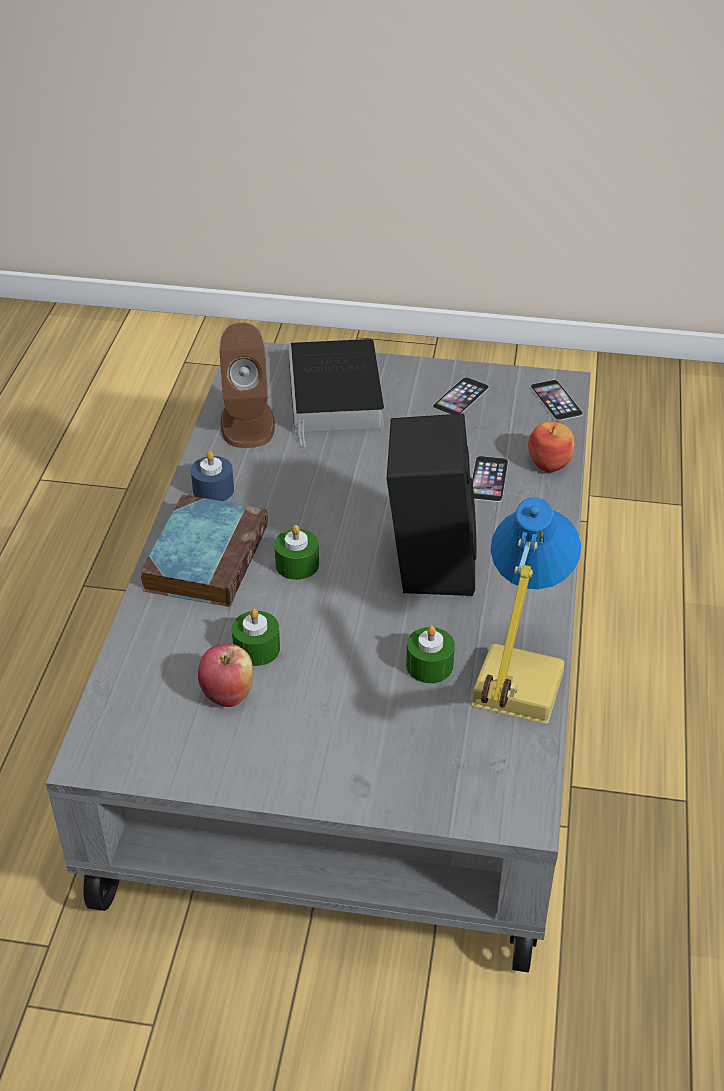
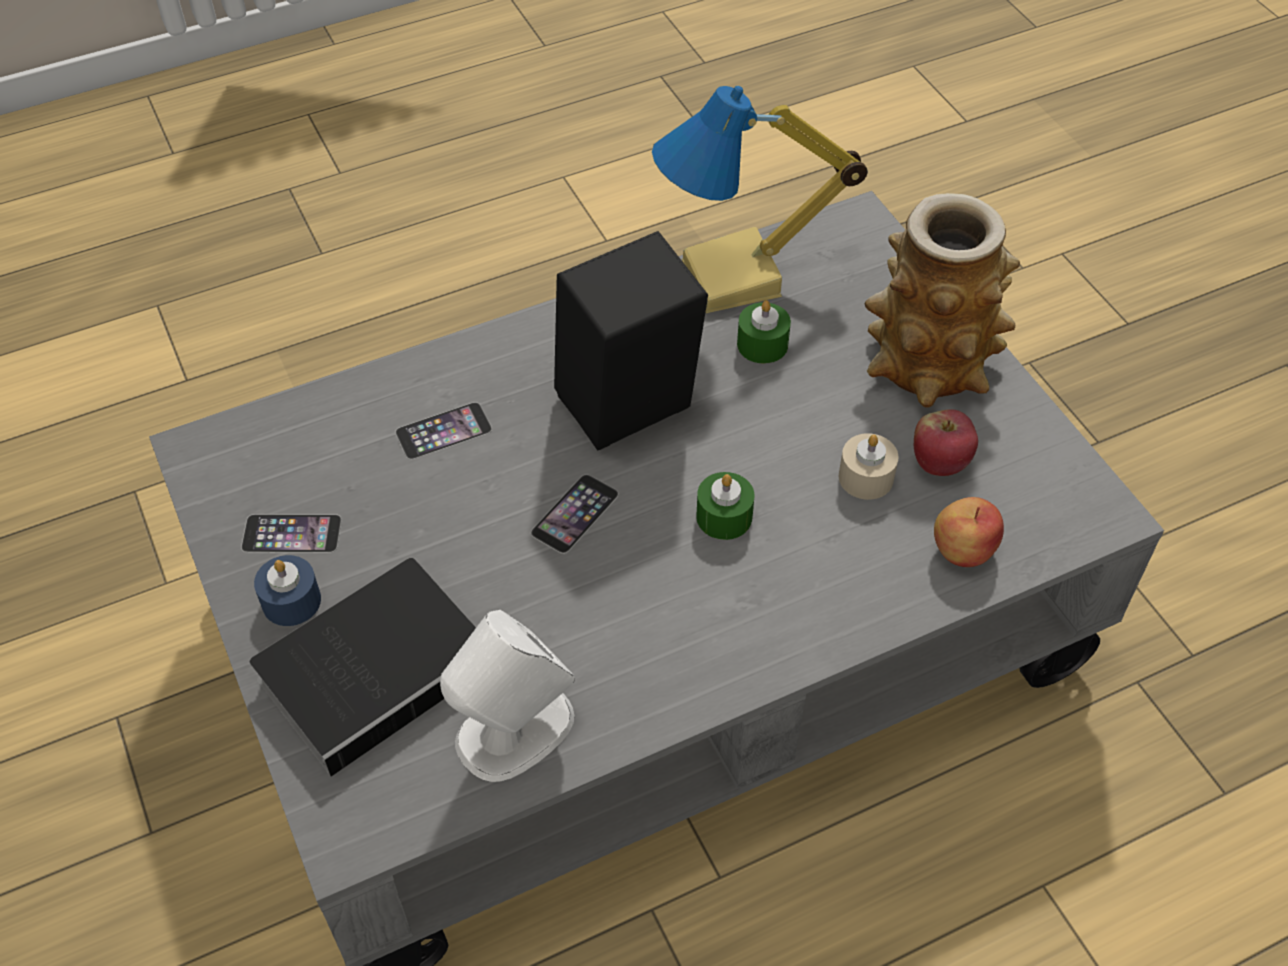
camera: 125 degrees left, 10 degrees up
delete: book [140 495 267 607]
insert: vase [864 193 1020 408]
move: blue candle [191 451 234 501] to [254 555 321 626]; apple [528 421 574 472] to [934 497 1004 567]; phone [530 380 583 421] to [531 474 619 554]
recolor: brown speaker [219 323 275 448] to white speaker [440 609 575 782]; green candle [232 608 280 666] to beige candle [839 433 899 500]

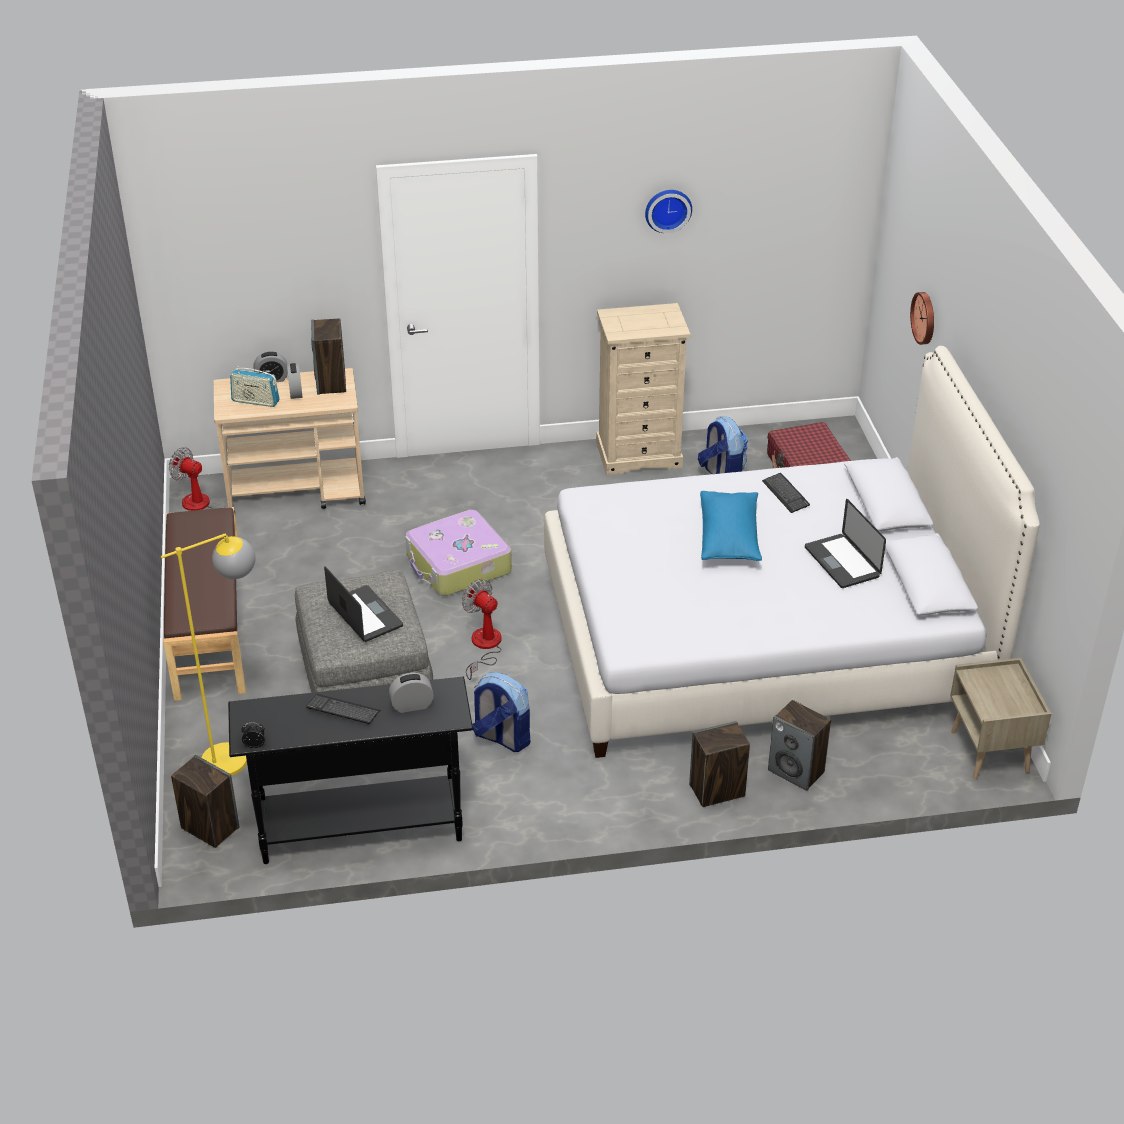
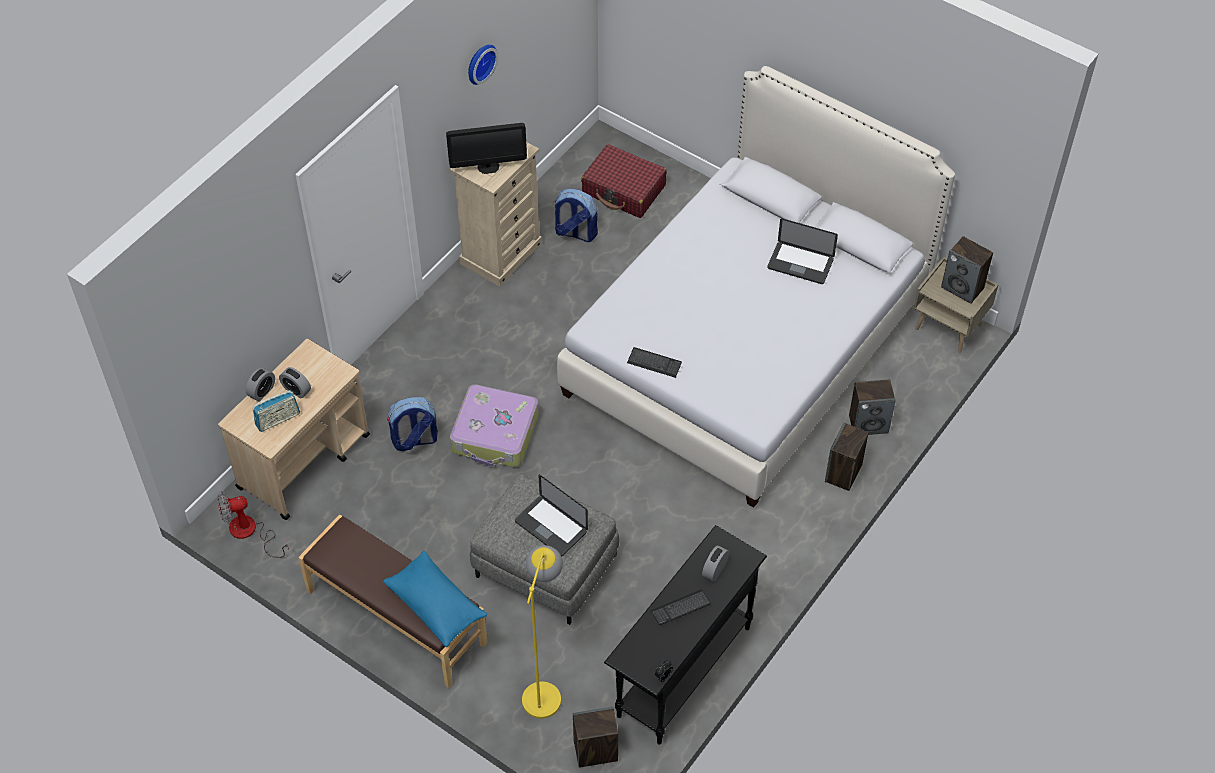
camera: 45 degrees left, 15 degrees up
delete: fan [462 579 502 680]; wall clock [910 292 934 345]
insert: monitor [446 123 527 174]
move: speaker [311 318 346 395] to [941 236 993 304]; backpack [472 672 530 752] to [387 397 438 451]; blue pillow [700 491 762 561] to [383 551 488 648]; keyboard [762 473 810 513] to [627 347 682 378]
rotate: laptop [324 566 403 642] = [515 474 588 556] 150 degrees counterclockwise

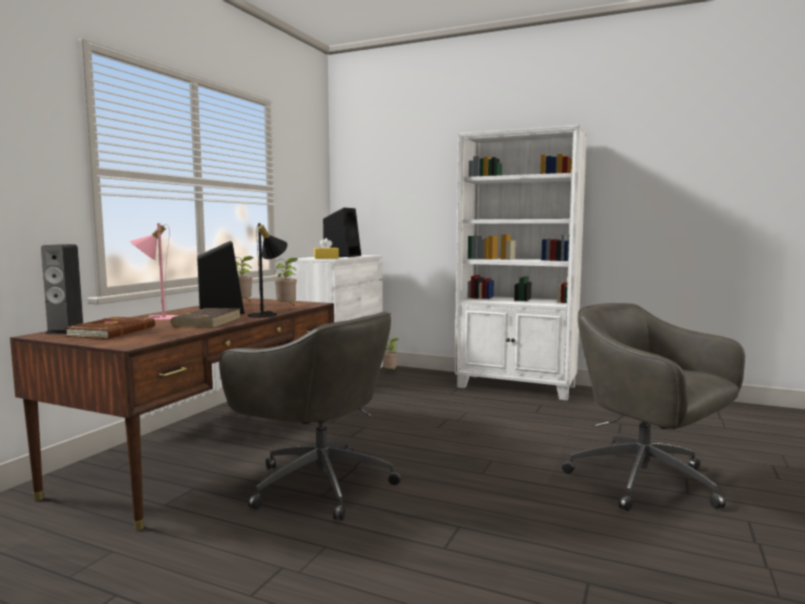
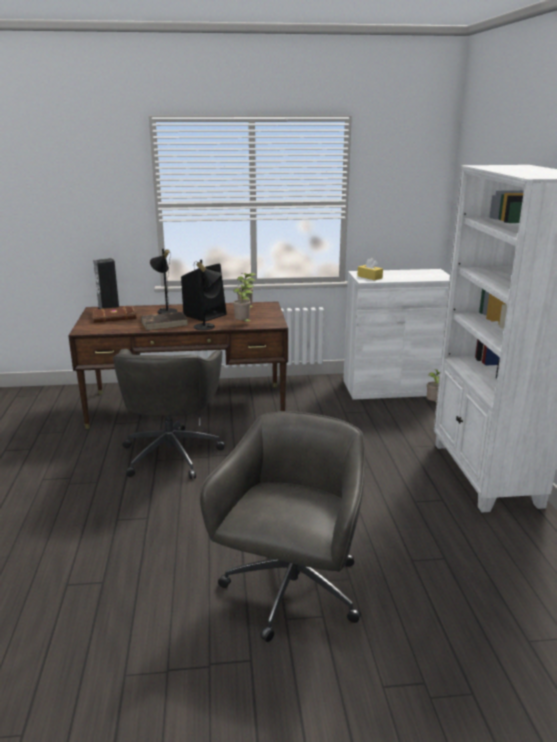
camera: 60 degrees right, 15 degrees up
delete: black speaker [323 208 361 257]
recolor: pink table lamp [129 223 178 321] to black table lamp [150 249 177 314]

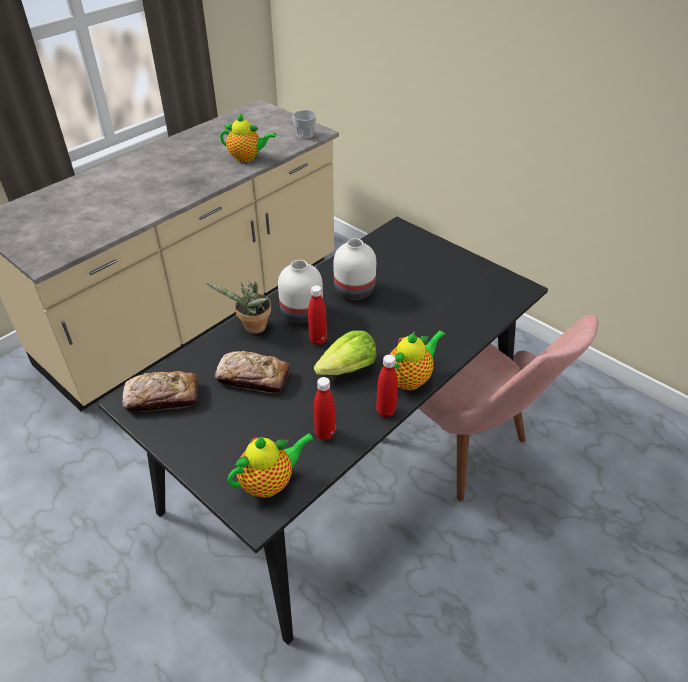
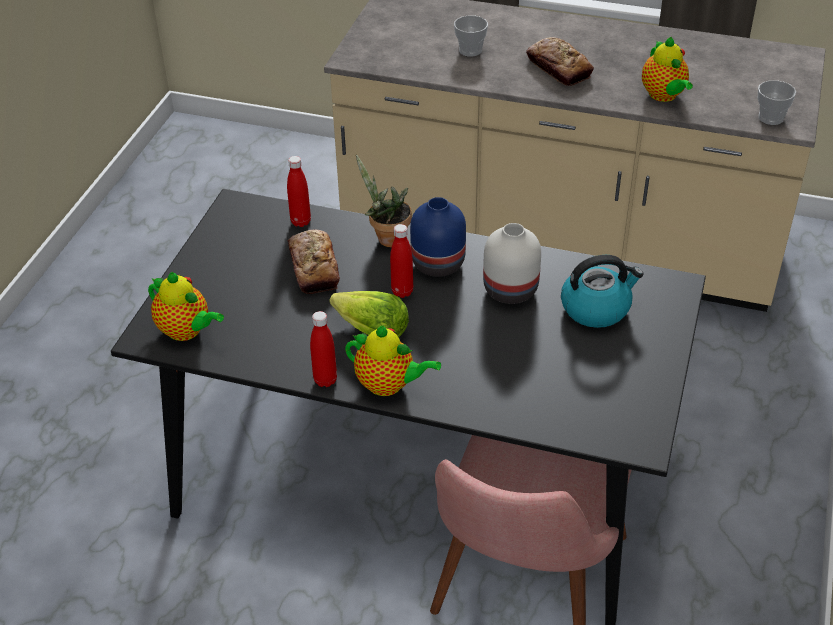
camera: 65 degrees right, 0 degrees up
insert: cup [454 15 488 57]; kettle [561 255 643 328]
move: bread [122 371 198 412] to [526 37 594 86]; red bottle [314 377 335 440] to [287 156 311 227]
recolor: white vase [278 260 323 324] to blue vase [410 197 466 277]

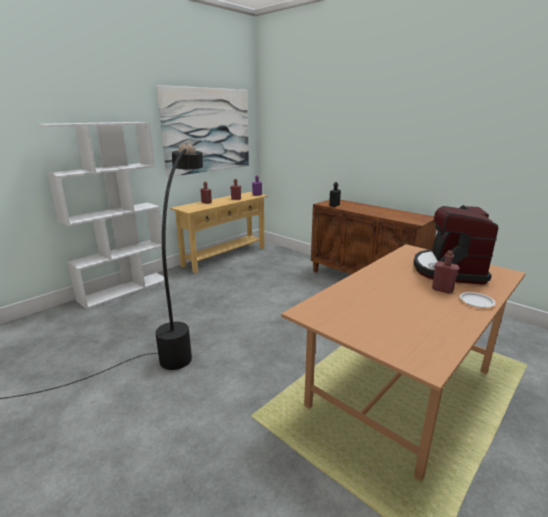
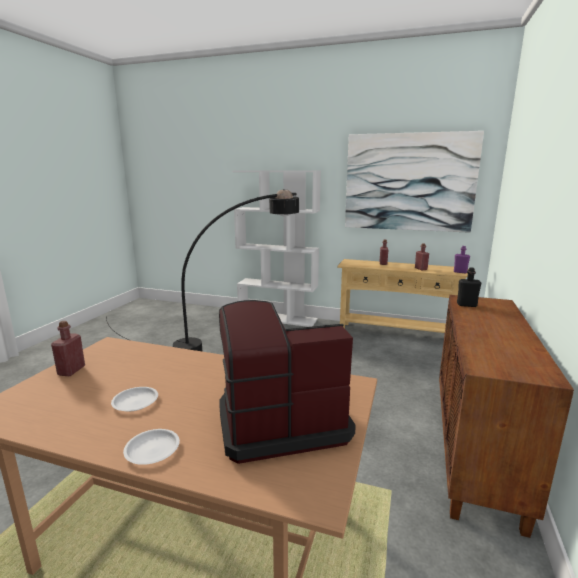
camera: 65 degrees right, 5 degrees down
insert: white plate [111 387 158 411]
move: red bottle [432 251 459 294] to [51 321 85 376]

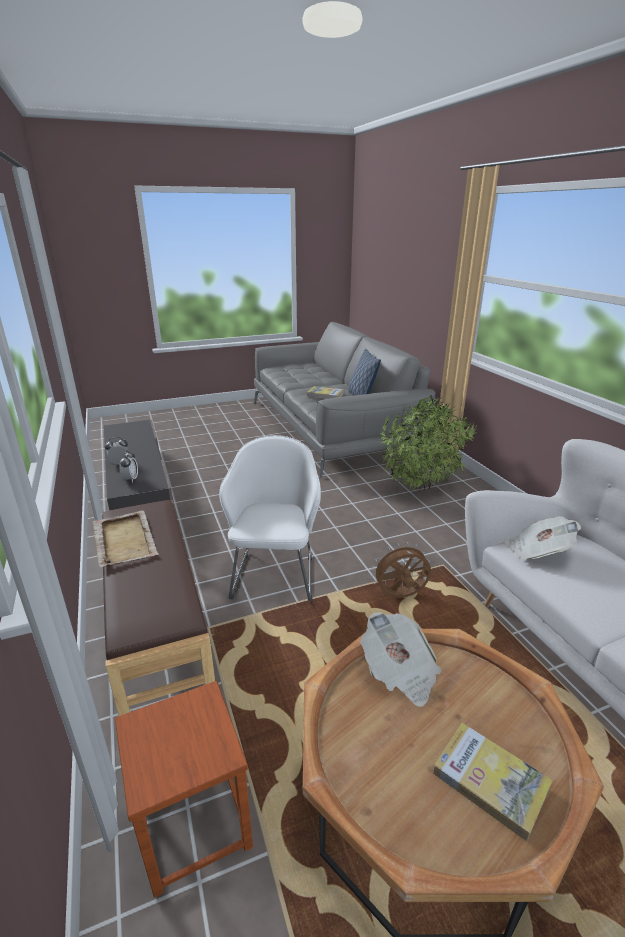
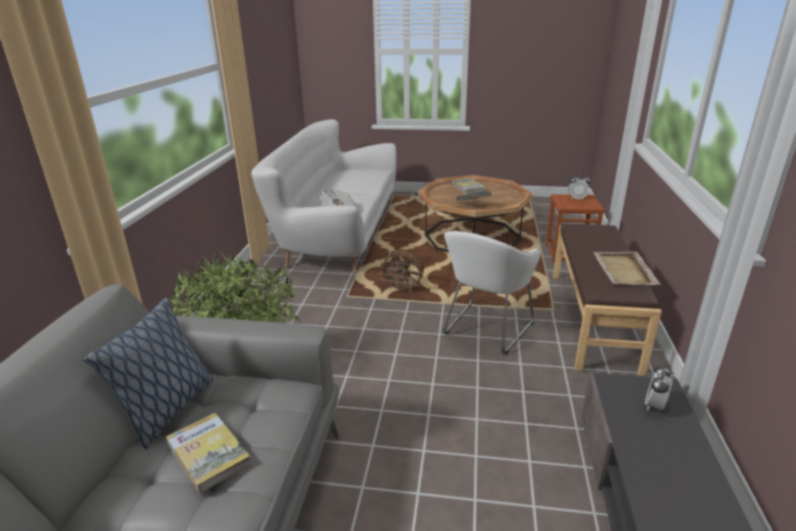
camera: 150 degrees left, 0 degrees up
move: alarm clock [105 437 128 465] to [568 173 590 200]

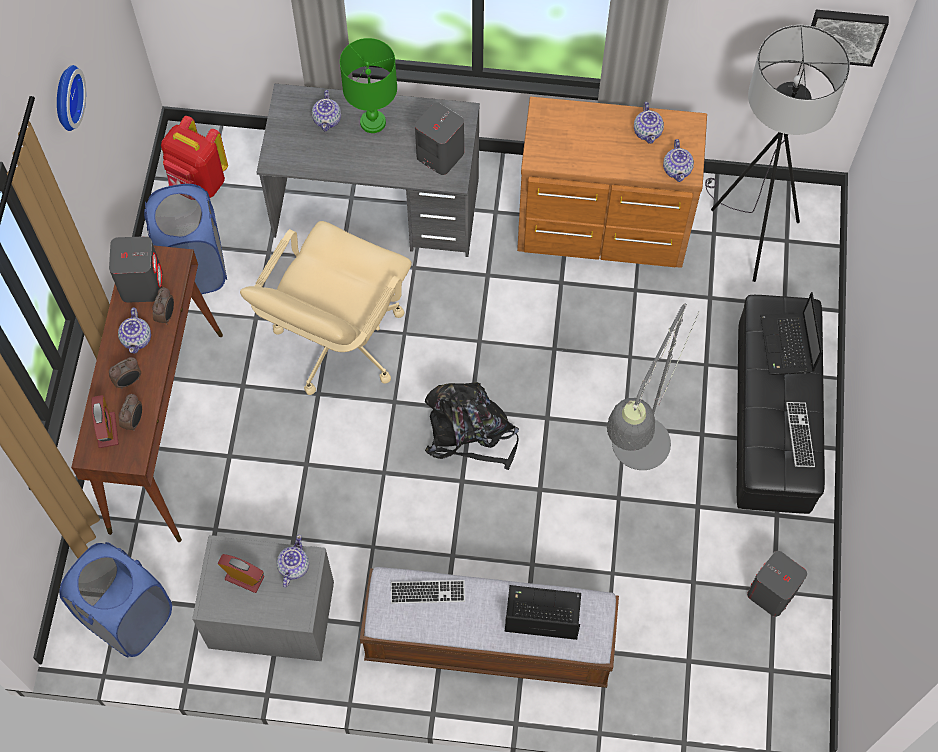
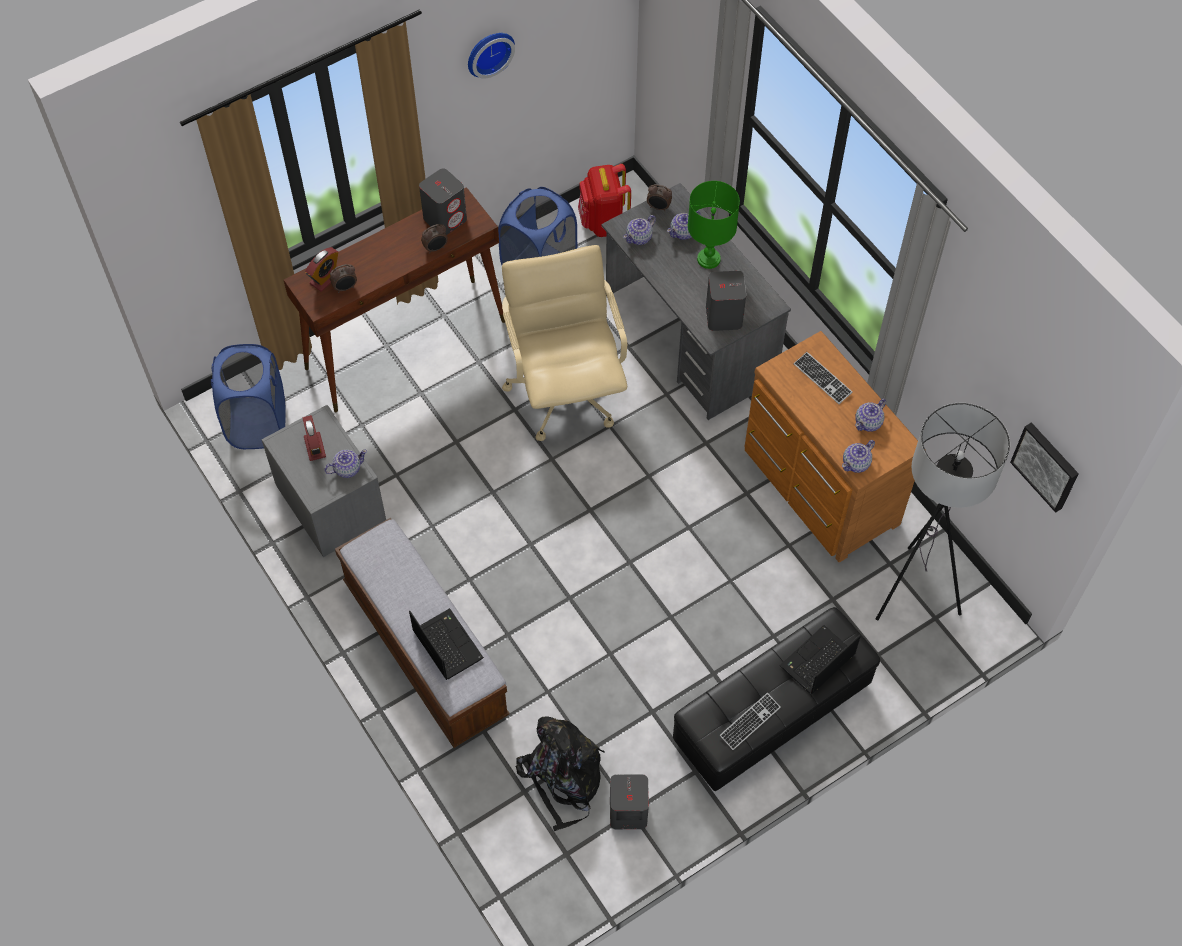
camera: 50 degrees right, 5 degrees down
delete: grey floor lamp [607 304 699 470]
move: alarm clock [109 357 141 389] to [647 184 672 211]; teapot [118 307 151 354] to [623 215 656 245]; keyboard [391 580 465 604] to [794 352 852 404]; black backpack [425 382 519 470] to [516 716 605 831]
rotate: beige office chair [240 221 412 395] = [502 245 627 441] 90 degrees clockwise

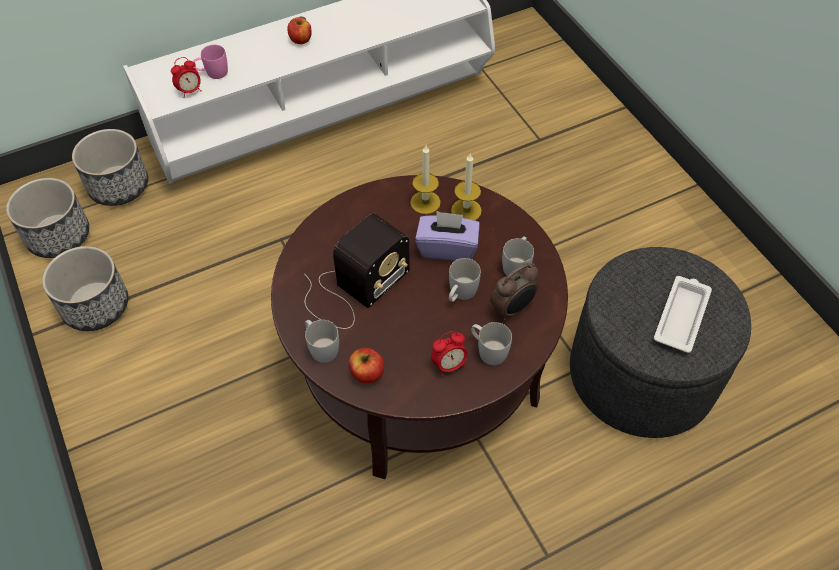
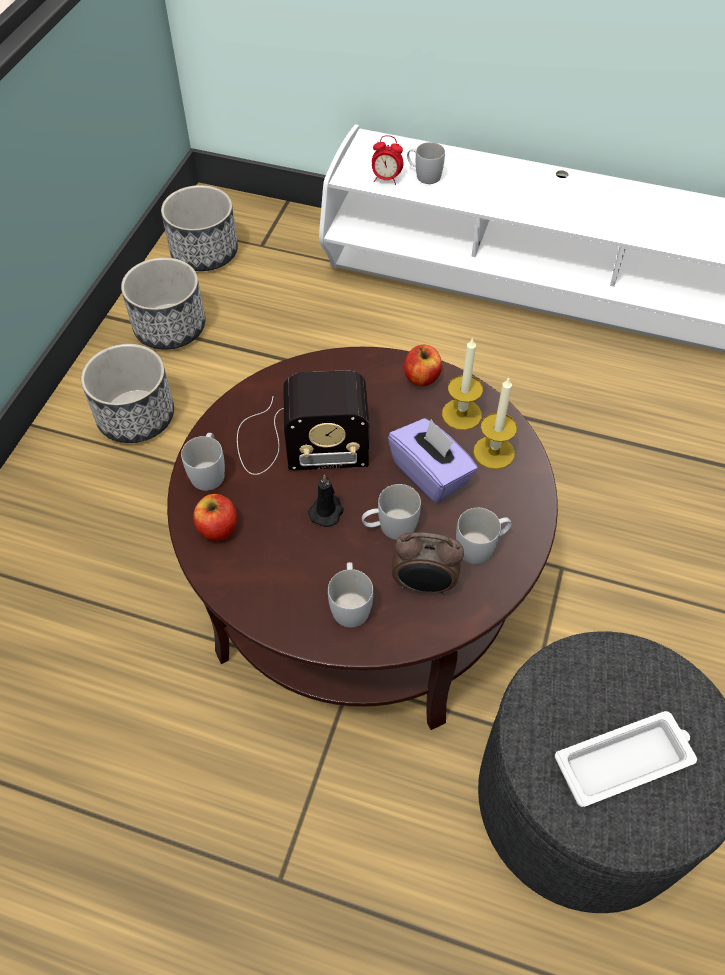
camera: 45 degrees right, 0 degrees up
delete: alarm clock [431 331 467 376]
insert: black candle [308 474 344 527]
move: planter [72 129 148 206] to [81 344 174 443]; apple [287 17 312 44] to [404 345 442 387]
recolor: pink mug [193 45 228 79] to white mug [407 142 445 184]

